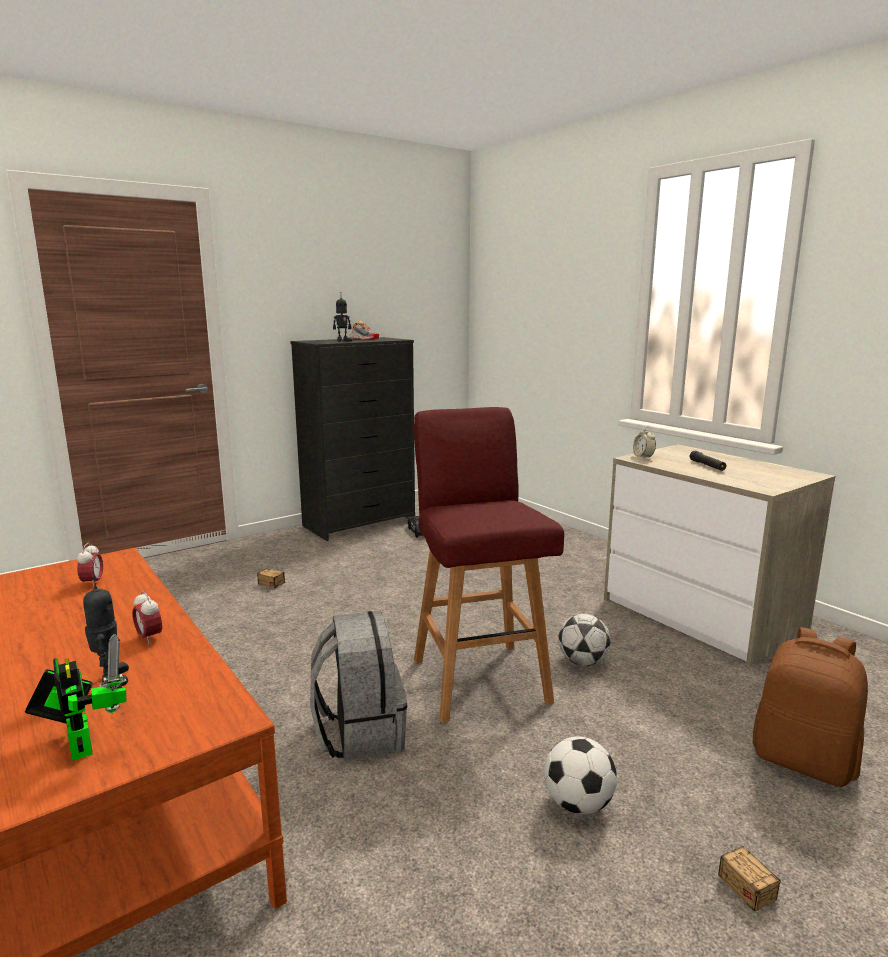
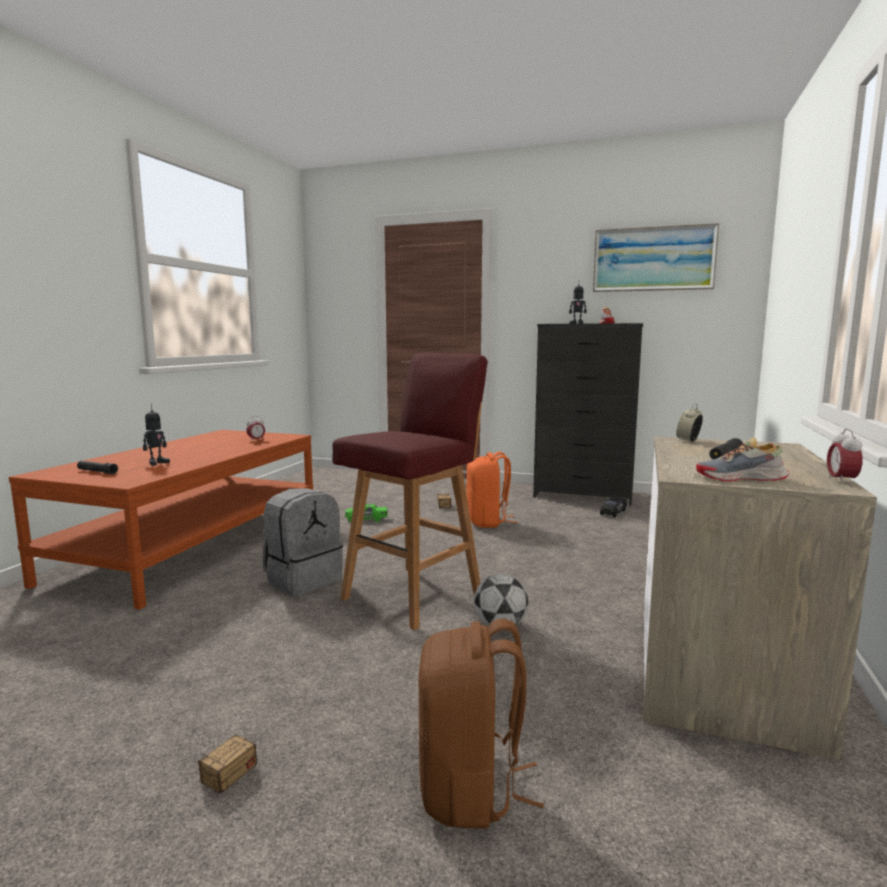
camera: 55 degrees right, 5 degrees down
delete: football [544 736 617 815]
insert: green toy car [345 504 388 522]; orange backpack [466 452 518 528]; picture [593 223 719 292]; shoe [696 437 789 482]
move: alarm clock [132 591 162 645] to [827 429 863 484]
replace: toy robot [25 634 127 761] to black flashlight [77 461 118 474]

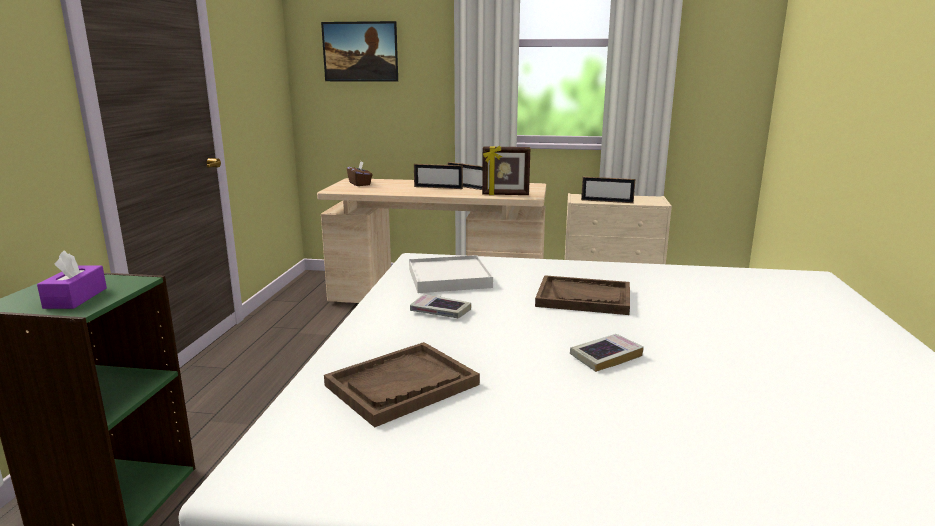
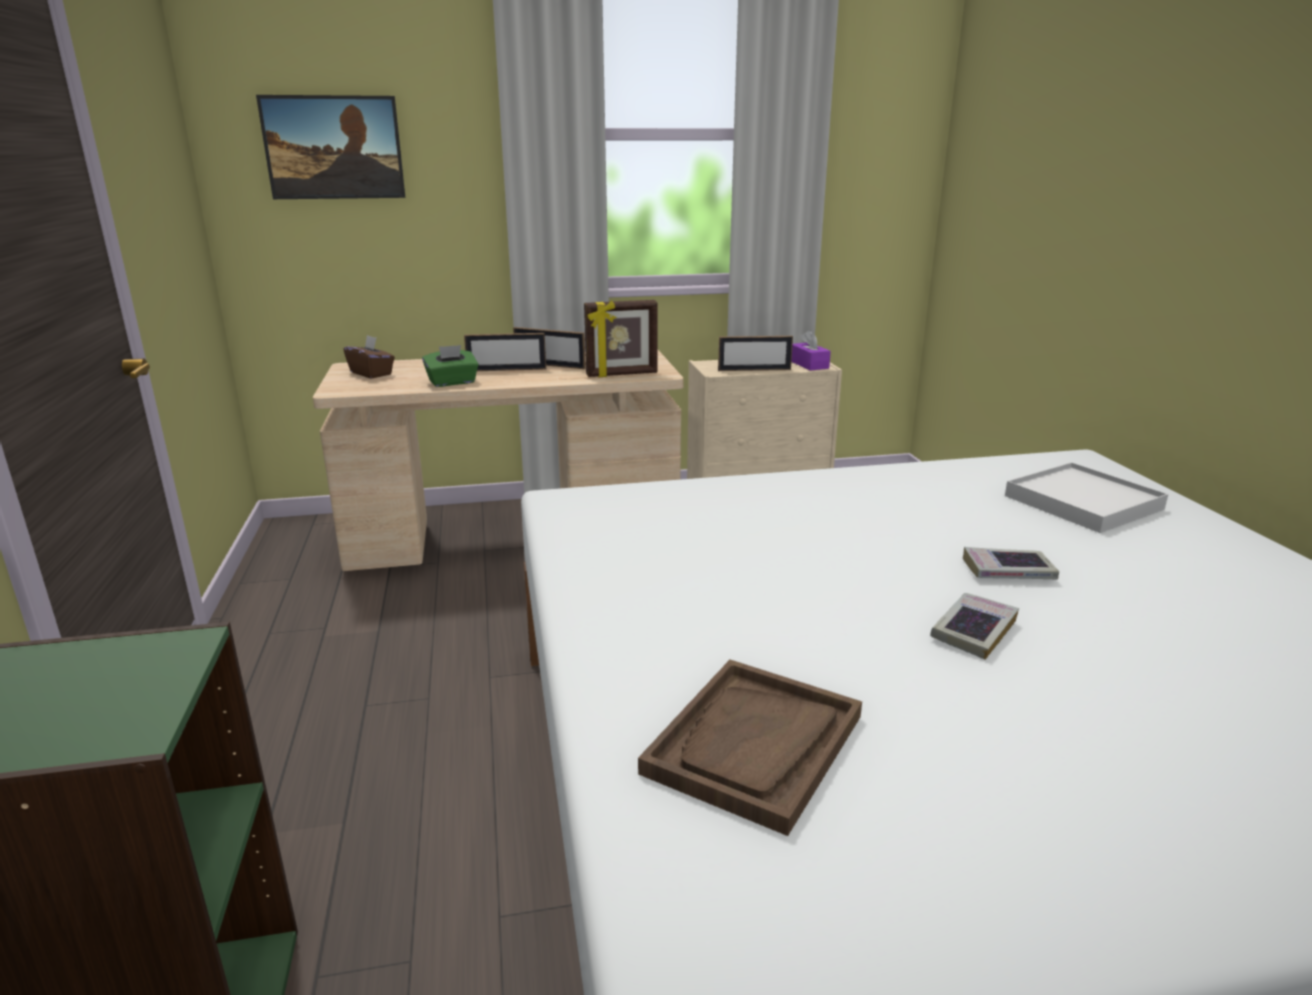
camera: 20 degrees left, 5 degrees up
delete: brown tray [535 275 630 315]
insert: green tissue box [422 345 479 387]
move: purple tissue box [37 250 107 309] to [791 330 831 371]; white tray [409 255 493 293] to [1005 462 1168 533]; book [410 294 471 318] to [963 547 1059 579]

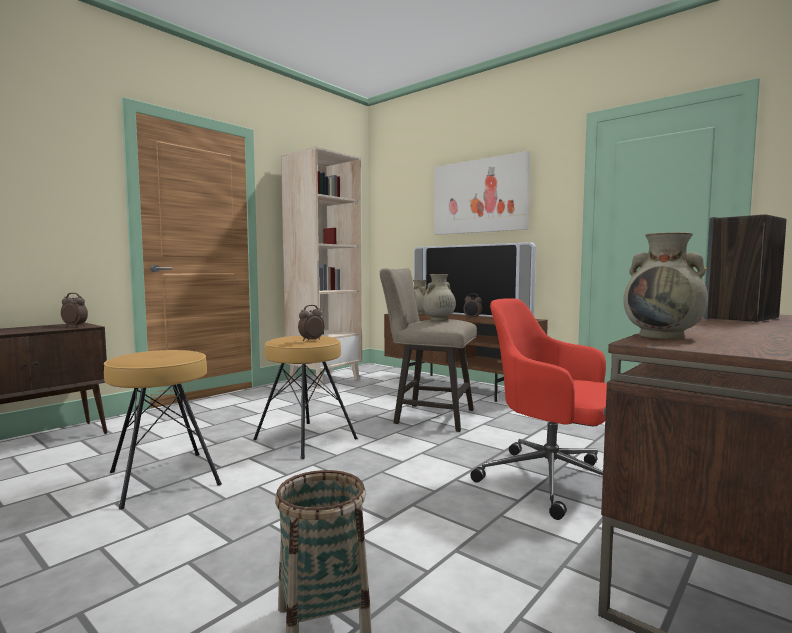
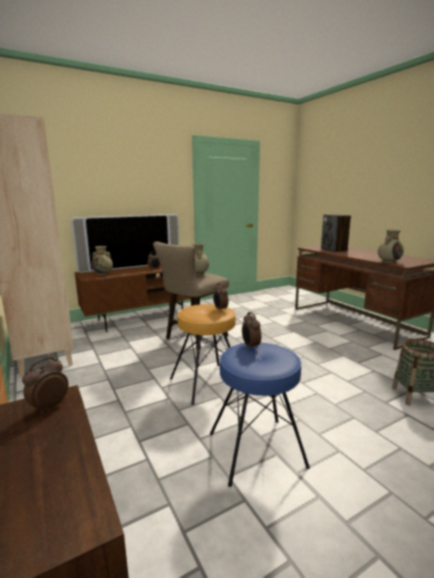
camera: 70 degrees left, 10 degrees up
delete: picture [434 151 530 235]; red office chair [471 298 607 520]
insert: alarm clock [242 312 261 350]
recolor: brown stool [104 350 222 510] to blue stool [210 343 310 487]

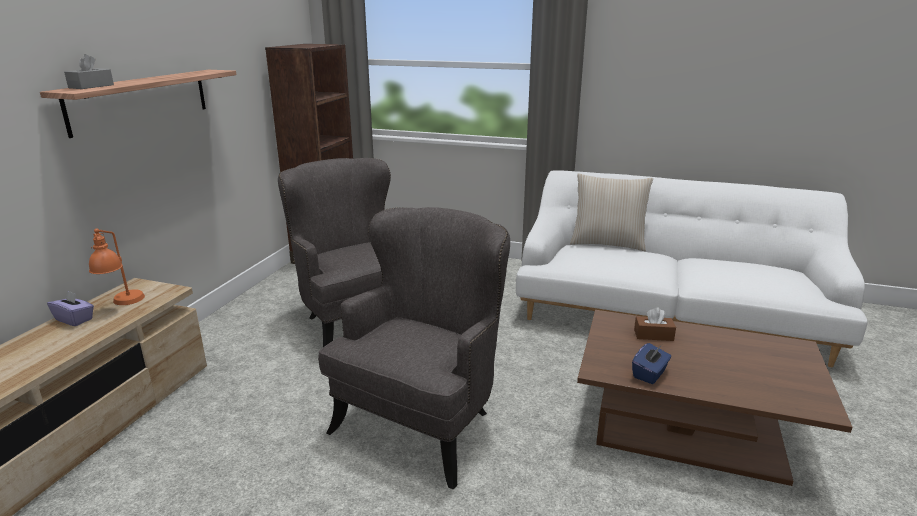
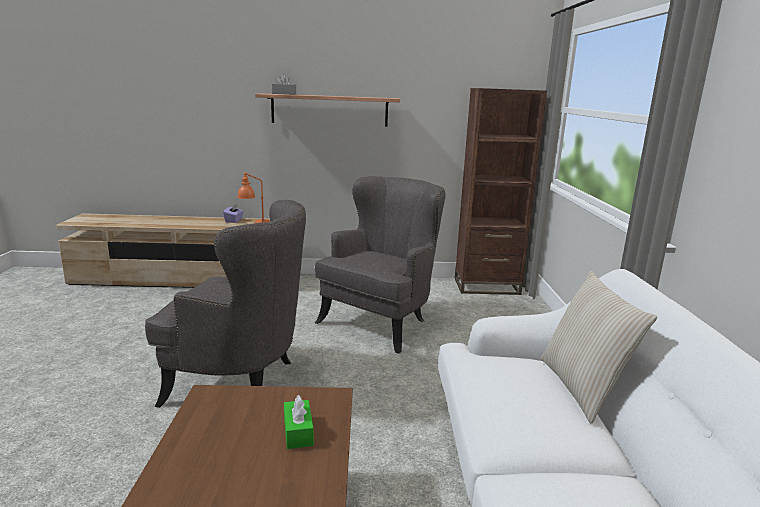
camera: 70 degrees right, 5 degrees down
delete: blue tissue box [632 343 671 384]
recolor: brown tissue box [634 307 676 341] to green tissue box [284 395 314 449]

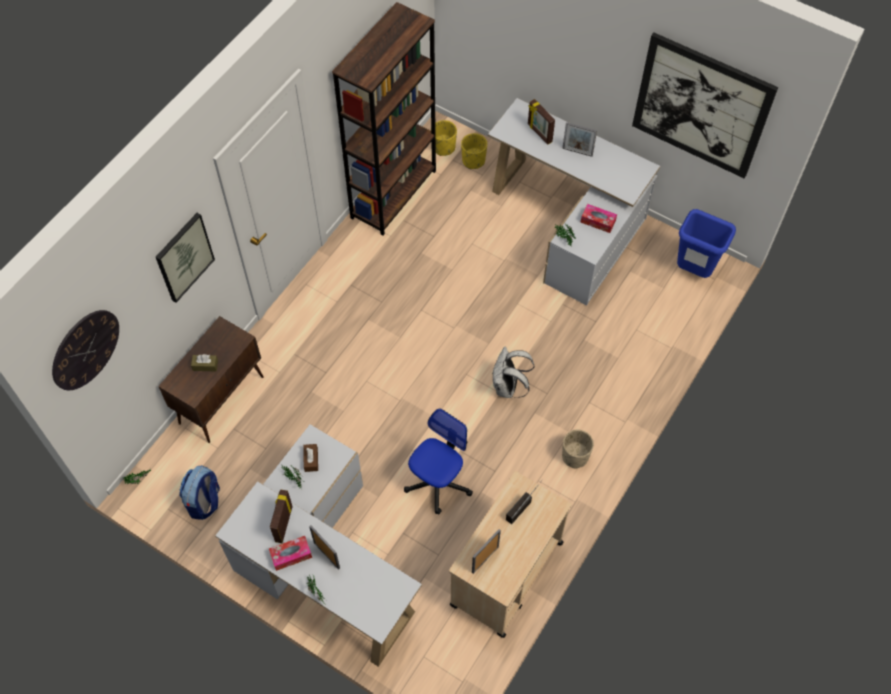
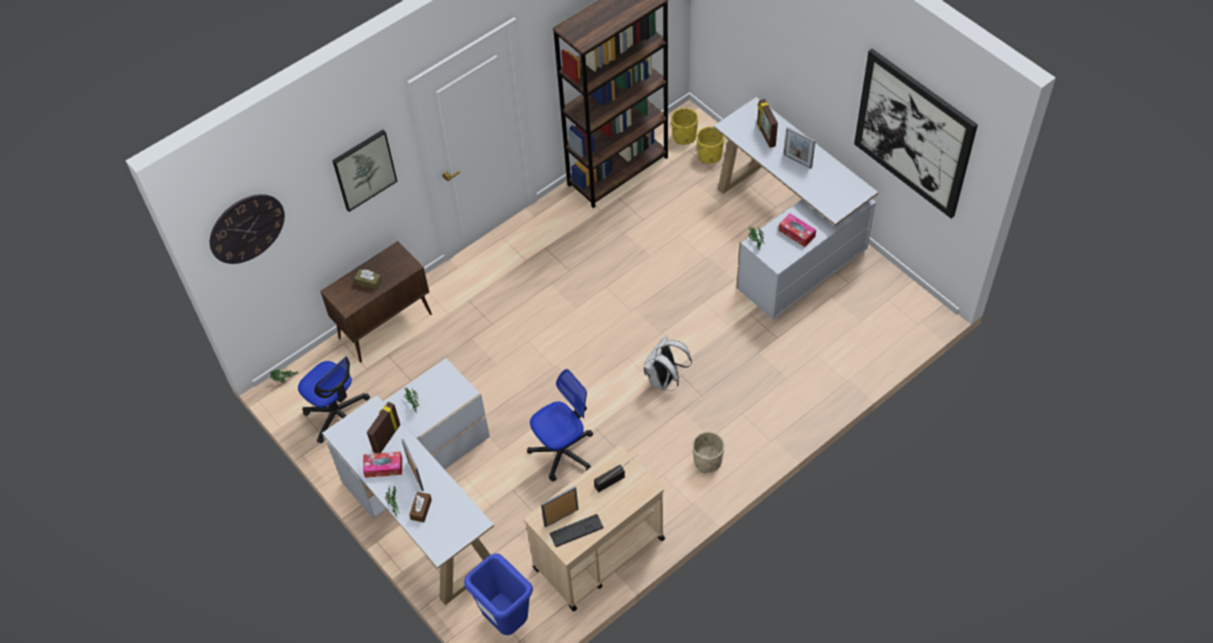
camera: 20 degrees right, 5 degrees down
insert: keyboard [550 514 603 547]
move: brown tissue box [303 444 318 472] to [409 492 432 522]; blue trash can [677 209 736 278] to [464 553 533 635]
replace: backpack [179 465 220 520] to office chair [298 356 370 443]

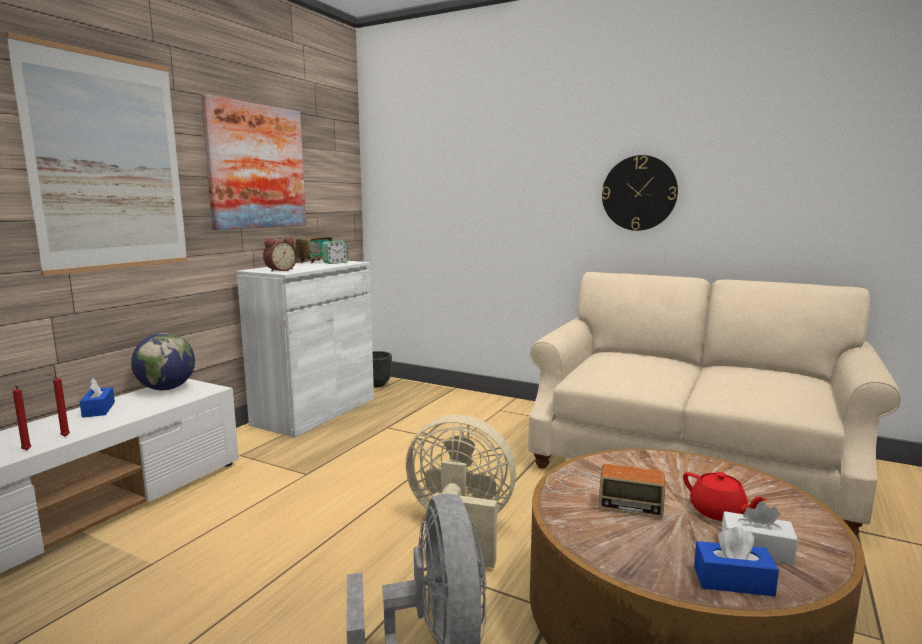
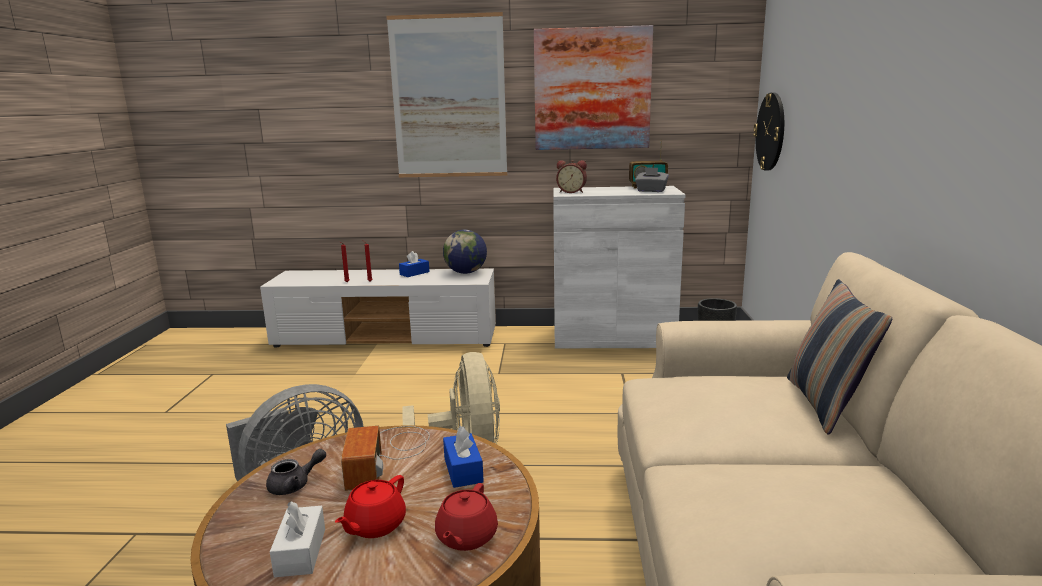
camera: 65 degrees right, 5 degrees up
insert: grey teapot [266 449 326 495]; red teapot [435 483 498 551]; pillow [787 279 892 435]
move: wall clock [602 155 678 231] to [753 93 784 171]; blue tissue box [694 527 779 596] to [443 426 484 488]
replace: alarm clock [322 241 349 264] to grey tissue box [635 167 669 192]

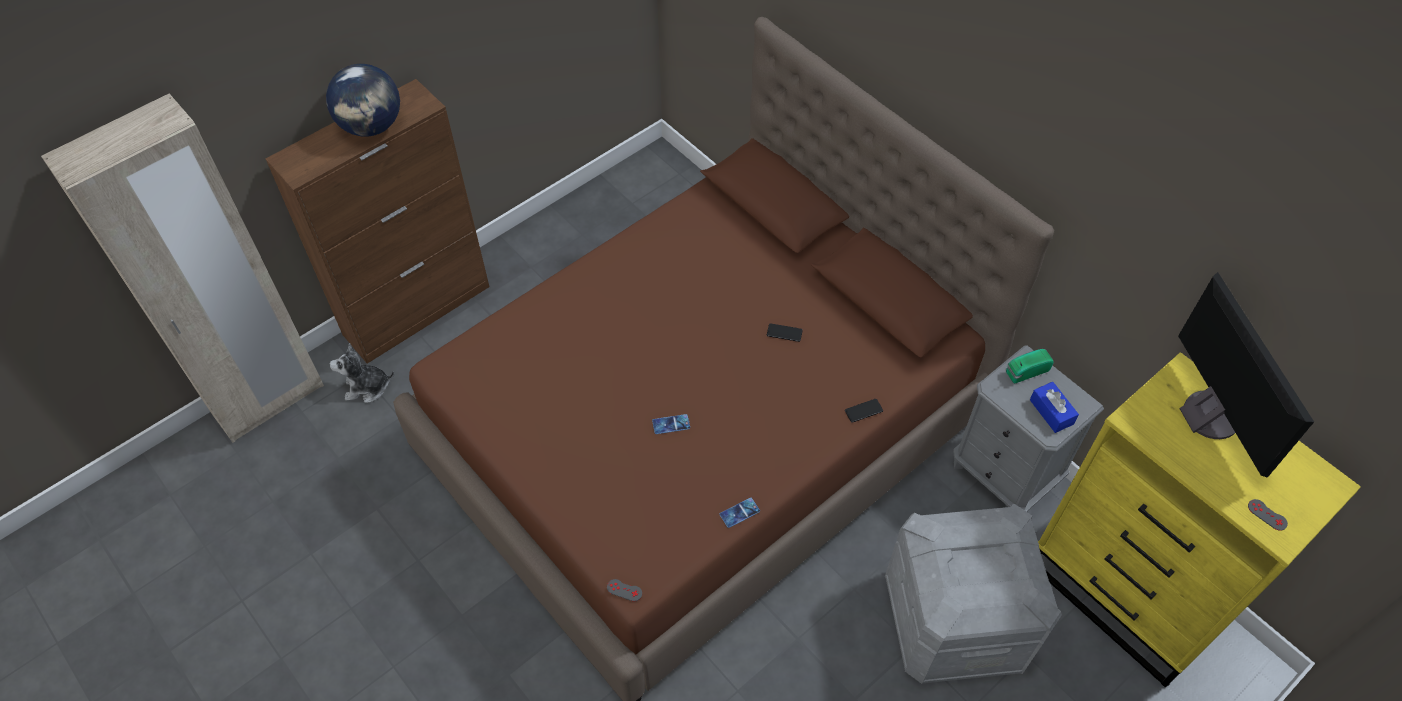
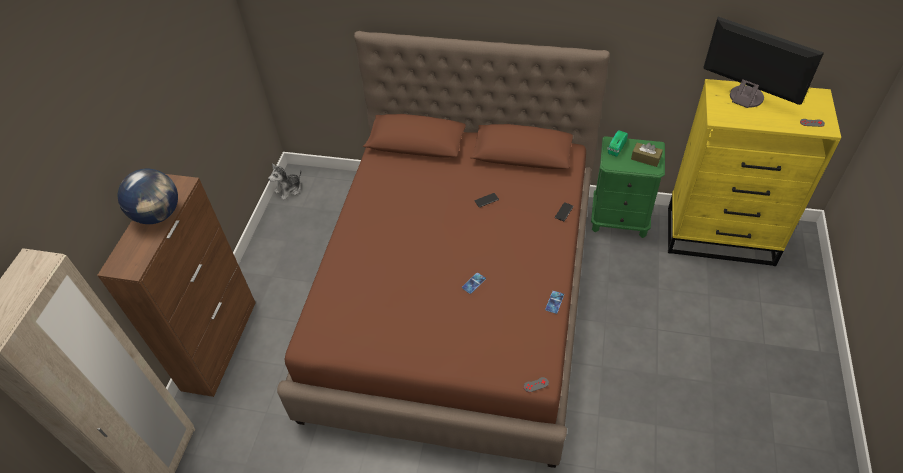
camera: 35 degrees left, 5 degrees down
delete: grey storage box [885 504 1062 684]
move: plush toy [330 343 395 403] to [268 164 302 200]
recolor: grey nightstand [953 345 1104 512] to green nightstand [591 136 665 238]; blue tissue box [1030 382 1079 433] to brown tissue box [631 143 663 167]

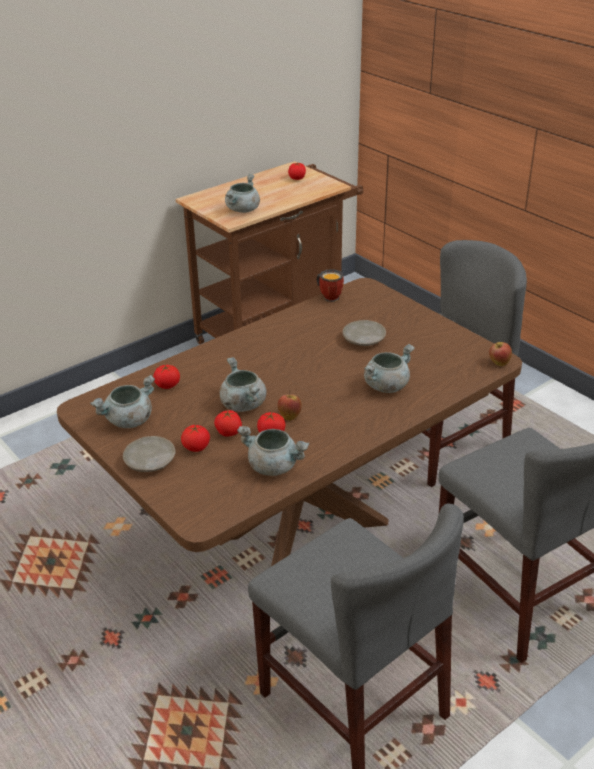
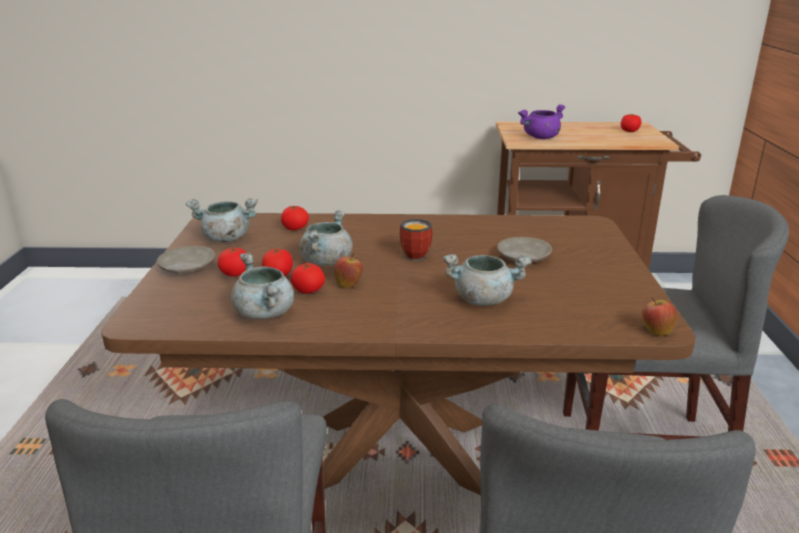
camera: 40 degrees right, 10 degrees down
move: mug [317 269 344 302] to [400 219 433 261]
recolor: grey cooking pot [225 174 260 213] to purple cooking pot [518 104 565 139]

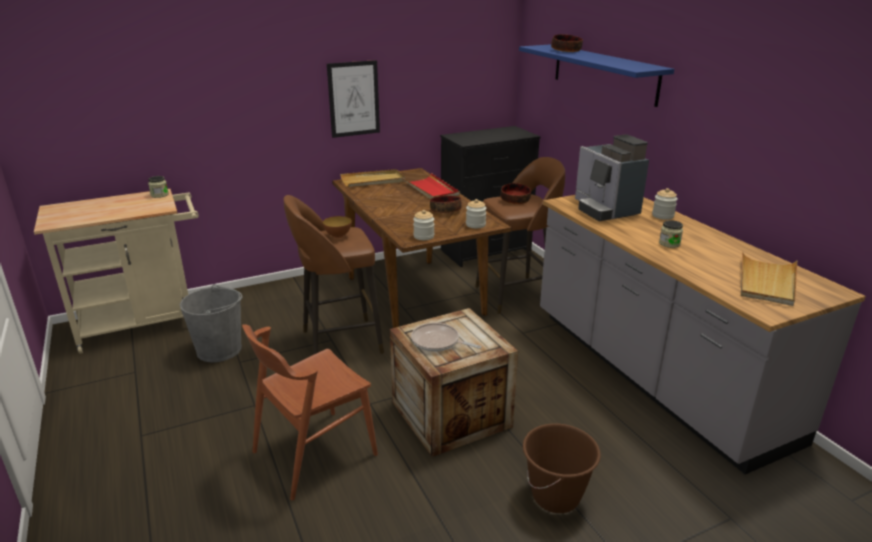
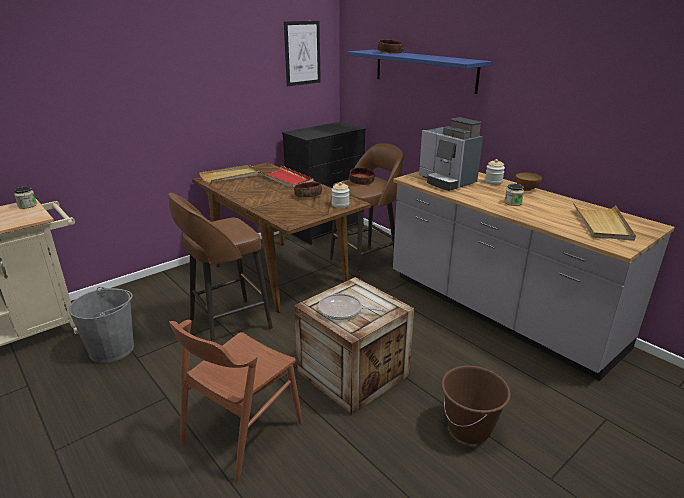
camera: 15 degrees left, 0 degrees up
delete: jar [413 210 434 240]
move: bowl [323 216 352 238] to [516 173 542 191]; picture [327 60 380 138] to [284 21 321 86]

